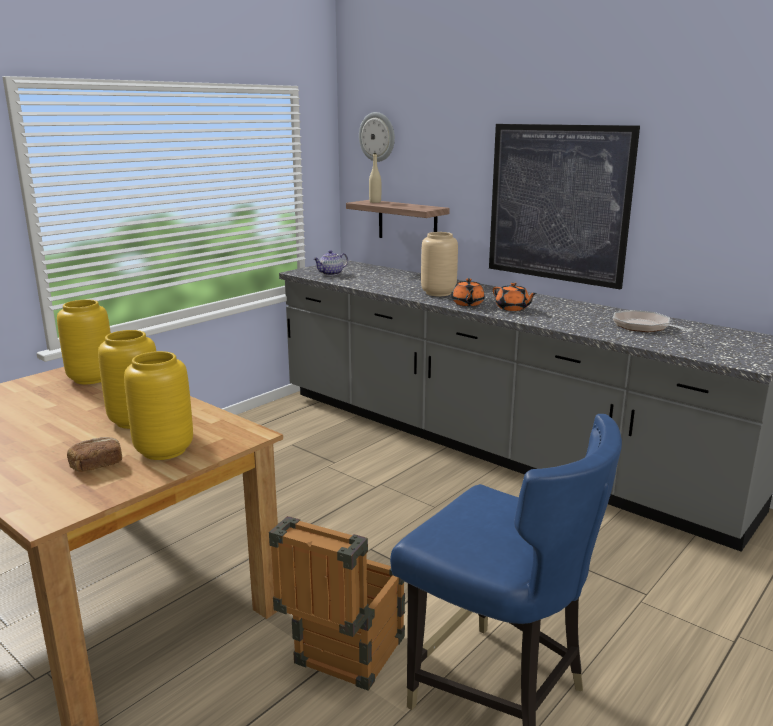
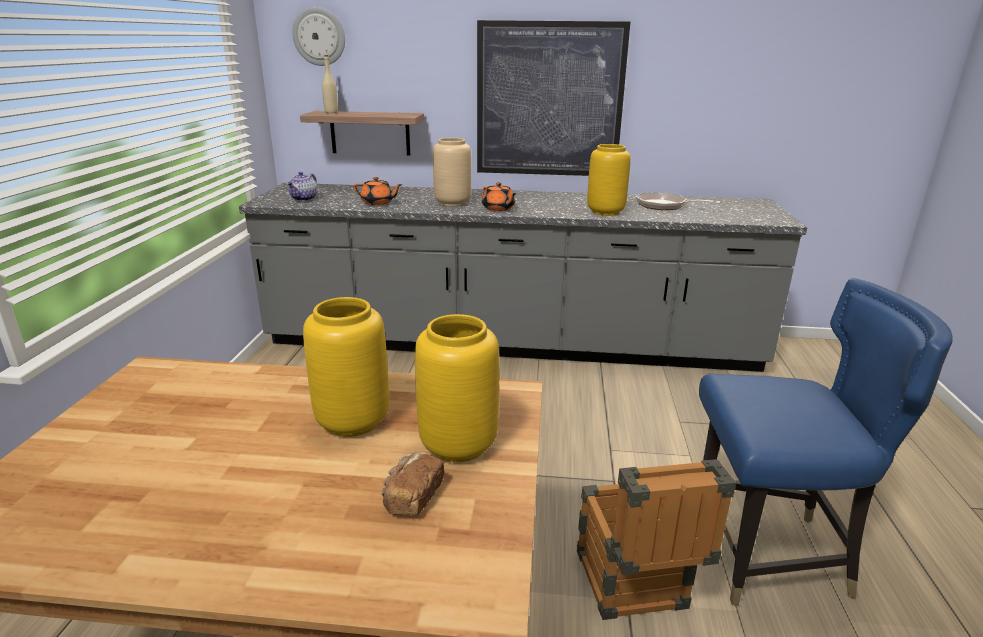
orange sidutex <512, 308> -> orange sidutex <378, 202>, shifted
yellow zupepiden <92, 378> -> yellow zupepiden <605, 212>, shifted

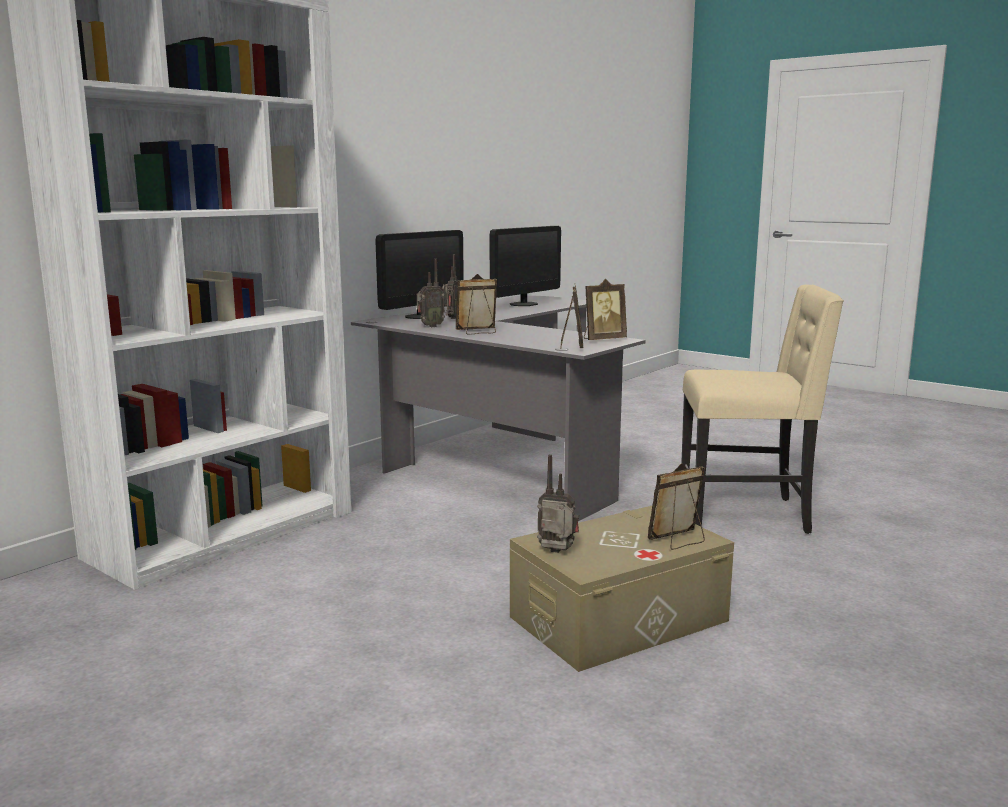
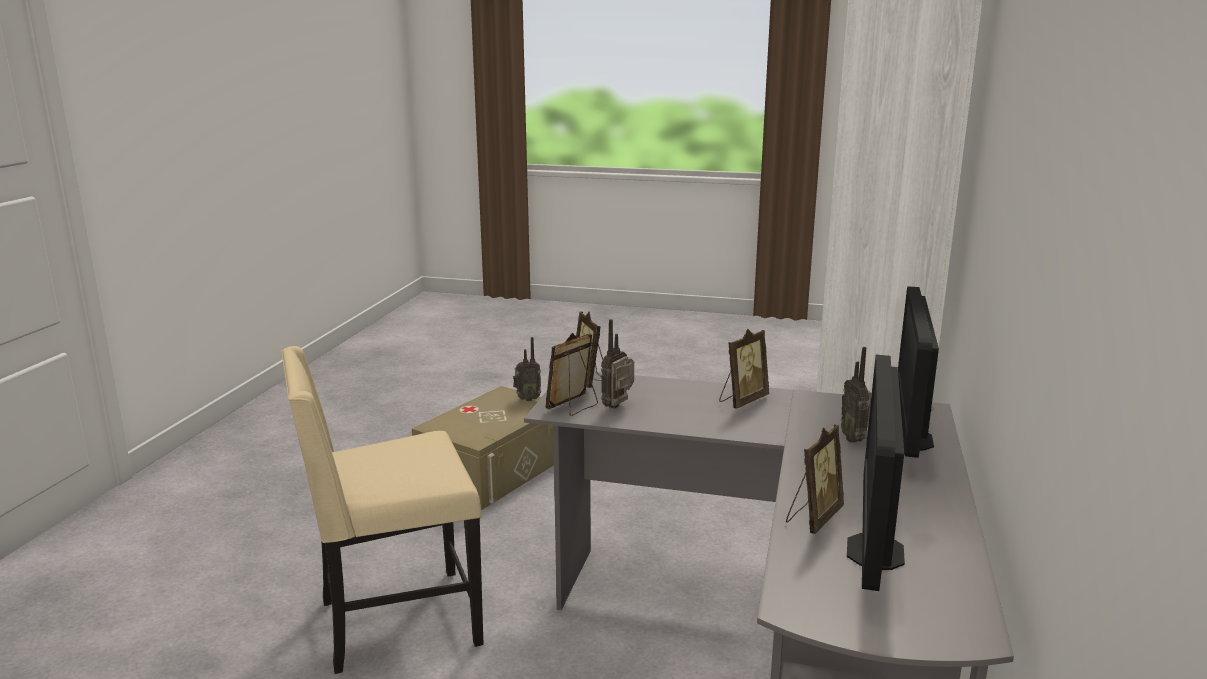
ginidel <429, 326> -> ginidel <619, 407>, shifted
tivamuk <678, 541> -> tivamuk <813, 518>, shifted

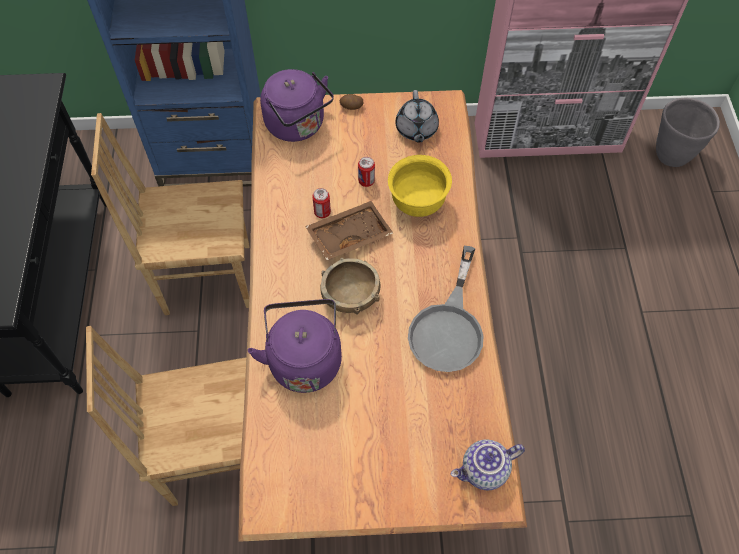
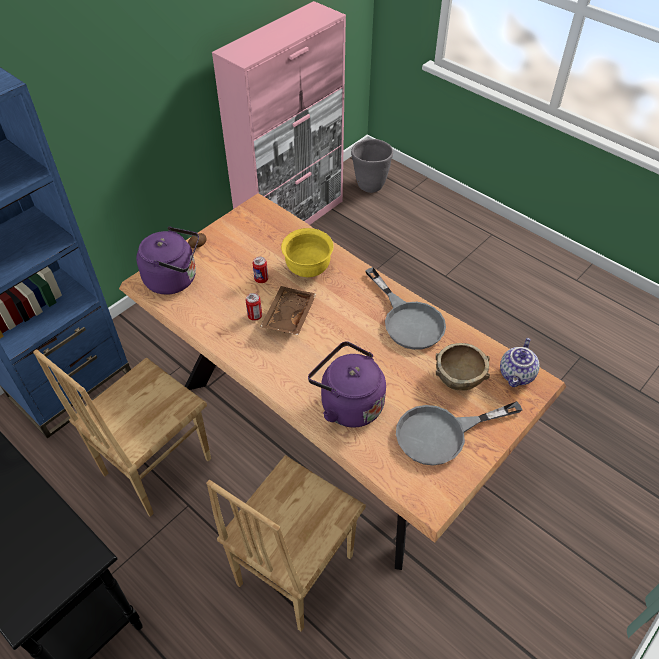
none -> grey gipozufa <442, 434>
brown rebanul <351, 295> -> brown rebanul <459, 376>, shifted
grey sidutex <416, 129> -> none

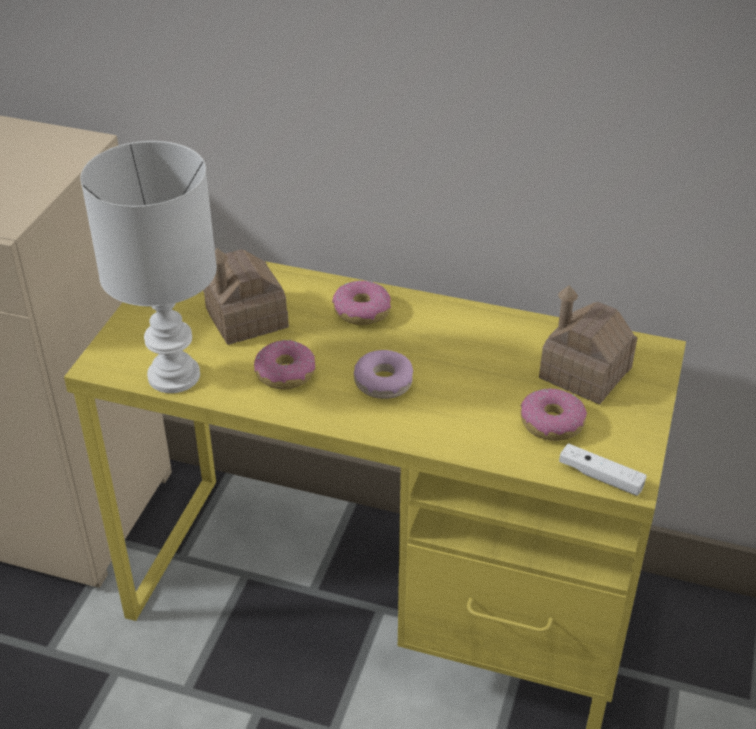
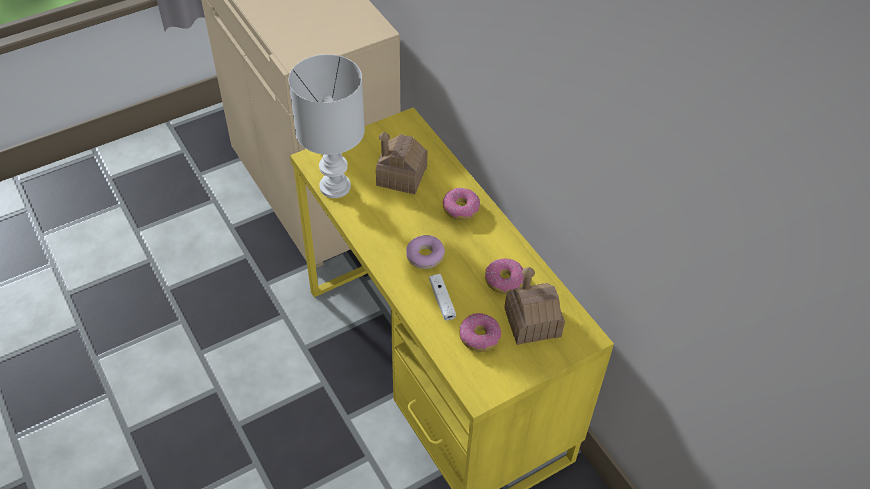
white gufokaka <600, 477> -> white gufokaka <442, 300>, shifted
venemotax <285, 374> -> venemotax <504, 281>, shifted

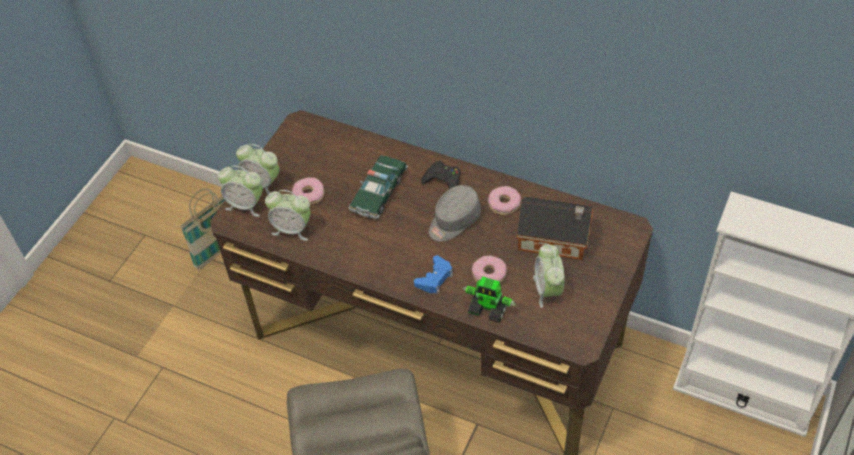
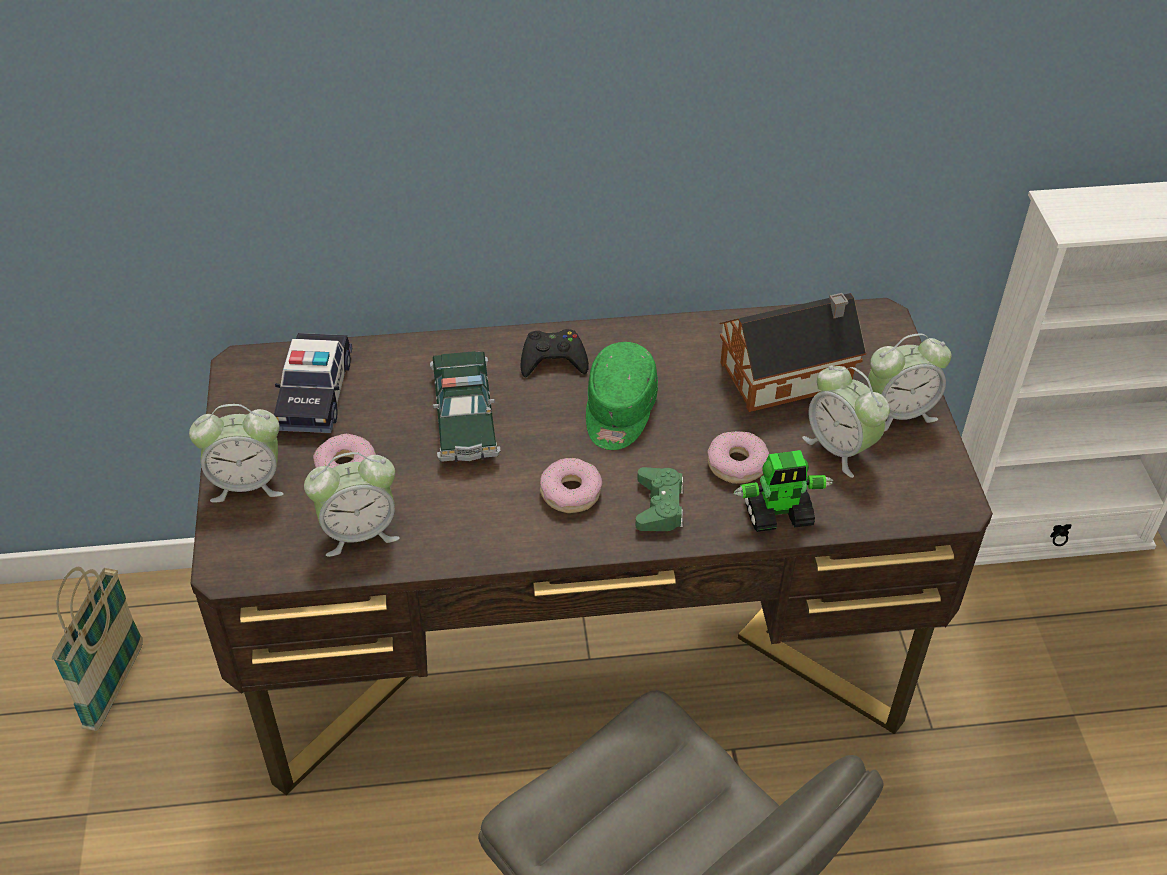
none -> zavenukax <315, 393>
venemotax <504, 204> -> venemotax <570, 492>, shifted
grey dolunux <453, 221> -> green dolunux <619, 411>
blue gufokaka <435, 278> -> green gufokaka <659, 506>
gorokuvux <246, 205> -> gorokuvux <899, 413>, shifted

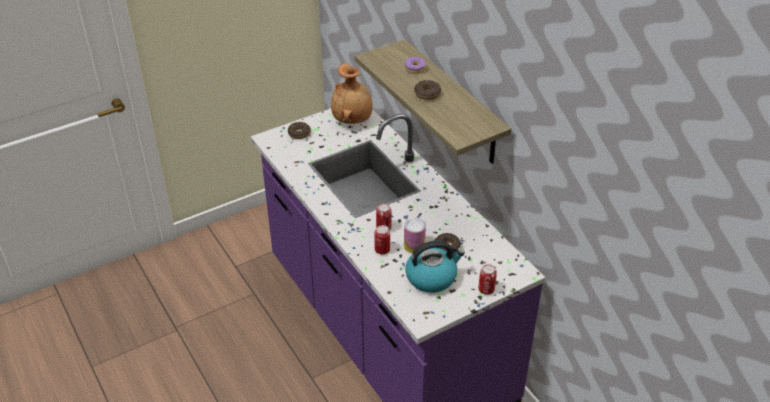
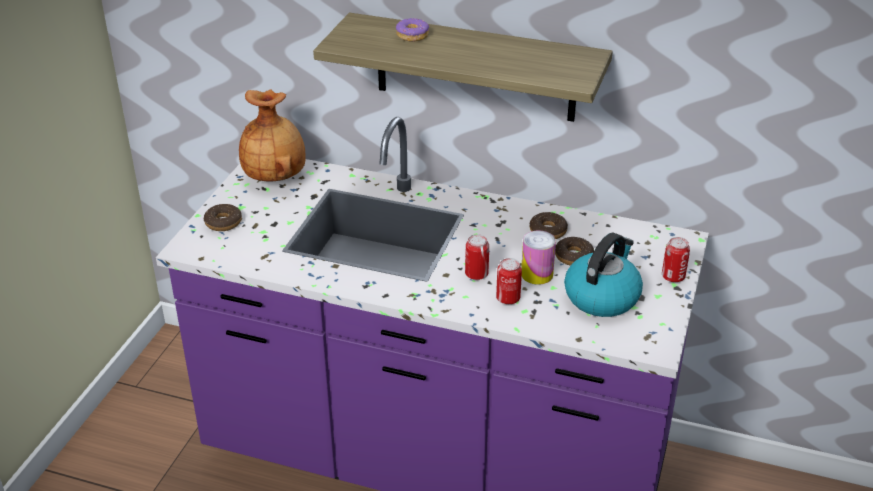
venemotax <427, 93> -> venemotax <548, 231>, shifted

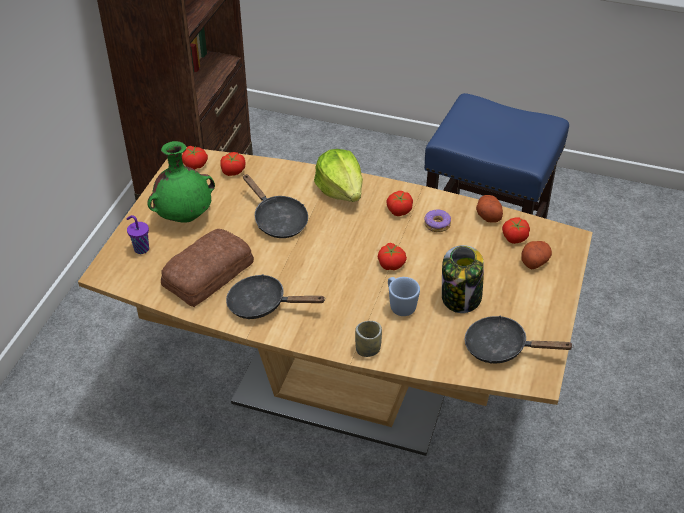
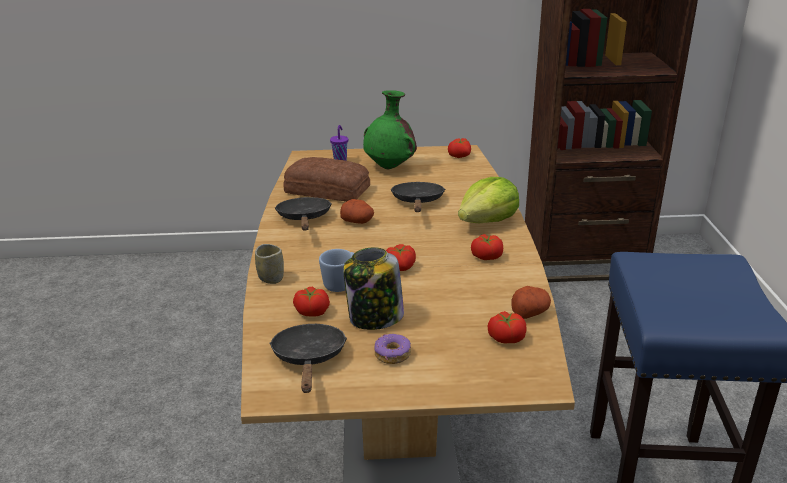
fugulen <232, 170> -> fugulen <312, 311>, shifted
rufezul <534, 261> -> rufezul <358, 221>, shifted
venemotax <437, 225> -> venemotax <392, 354>, shifted
black gipozufa <277, 220> -> black gipozufa <418, 202>, 150 degrees clockwise

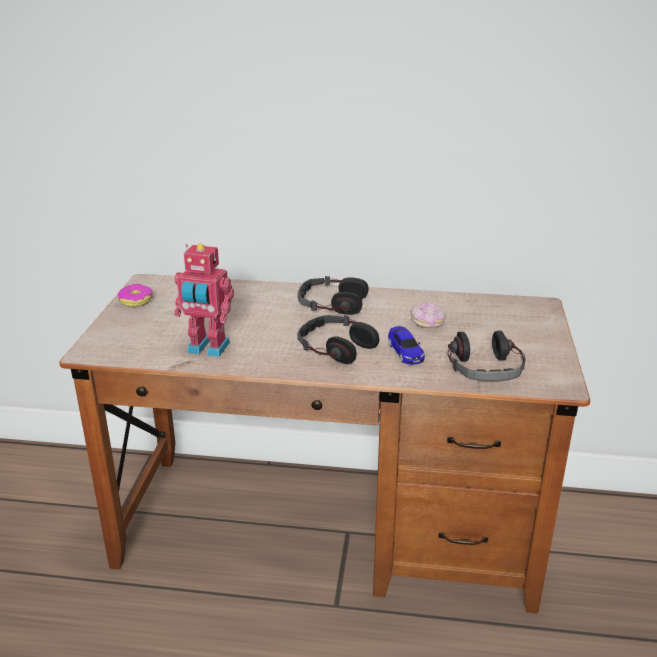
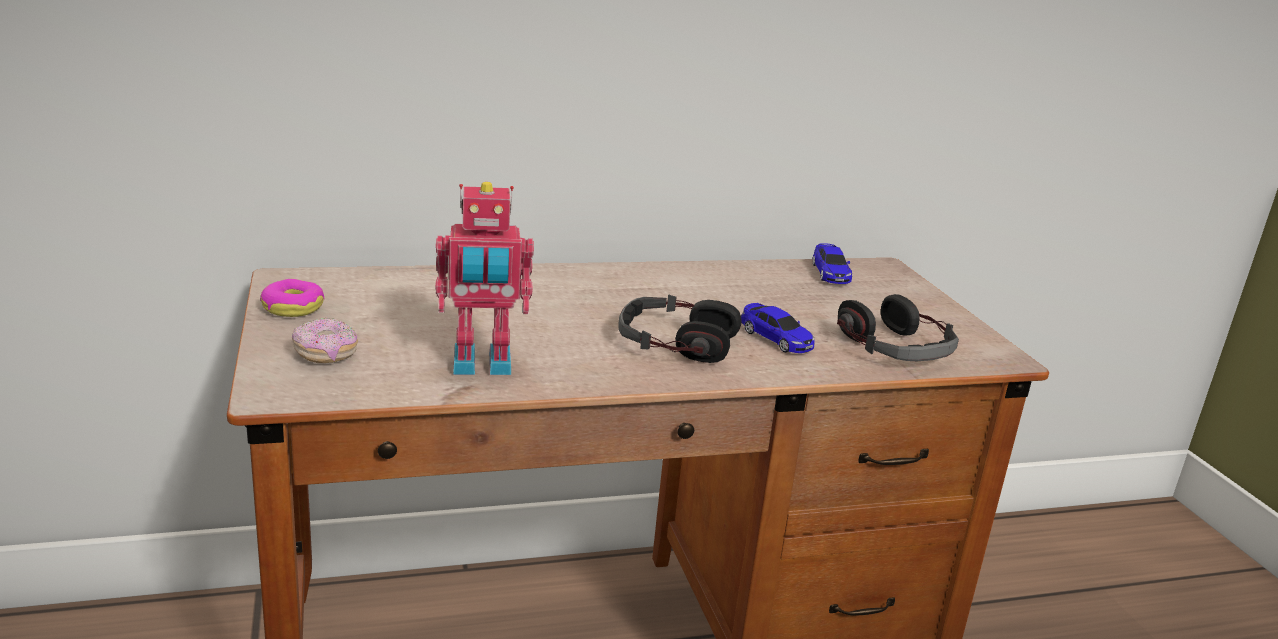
venemotax <427, 323> -> venemotax <326, 354>, shifted
none -> zavenukax <830, 273>
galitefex <332, 304> -> none

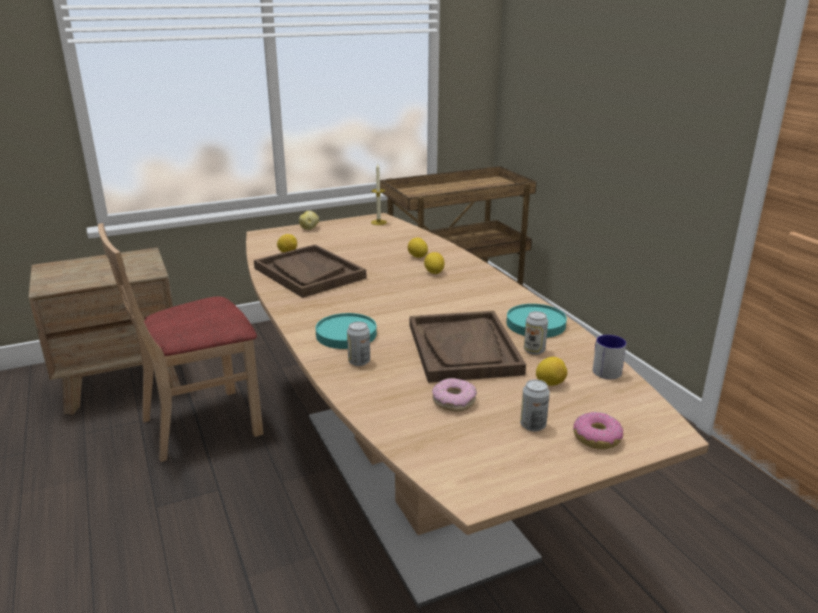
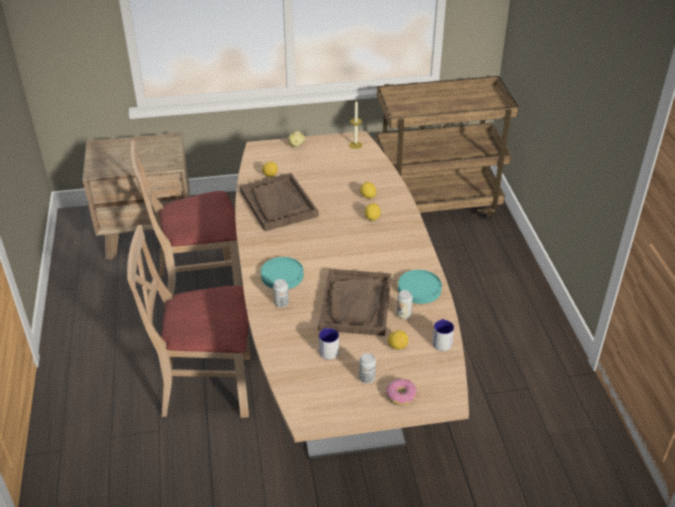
none -> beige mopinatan <207, 386>
venemotax <454, 401> -> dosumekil <327, 349>

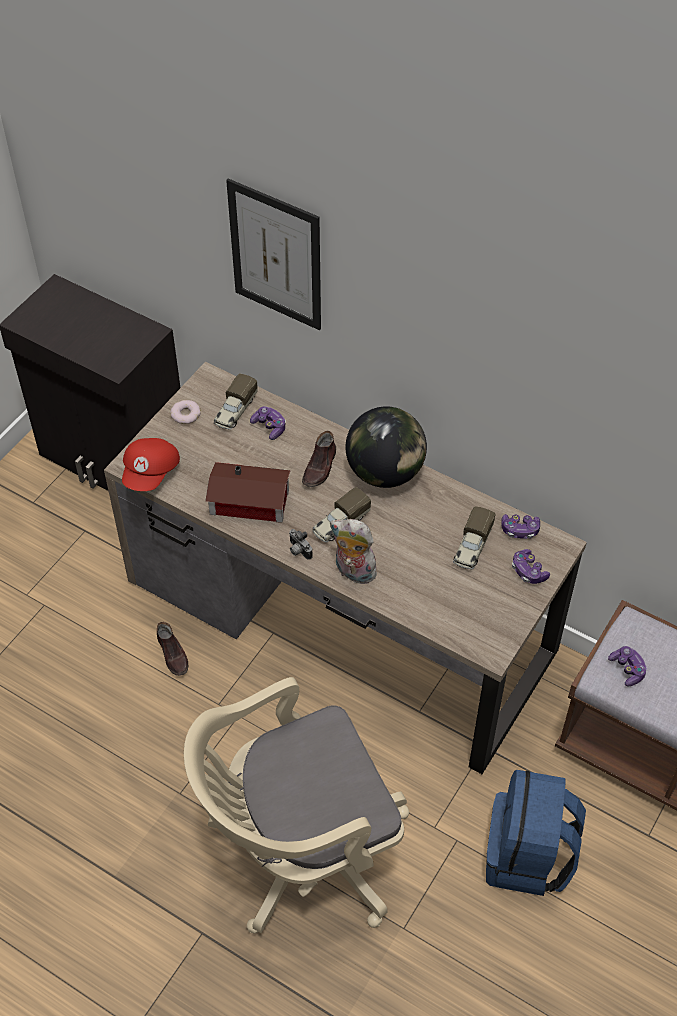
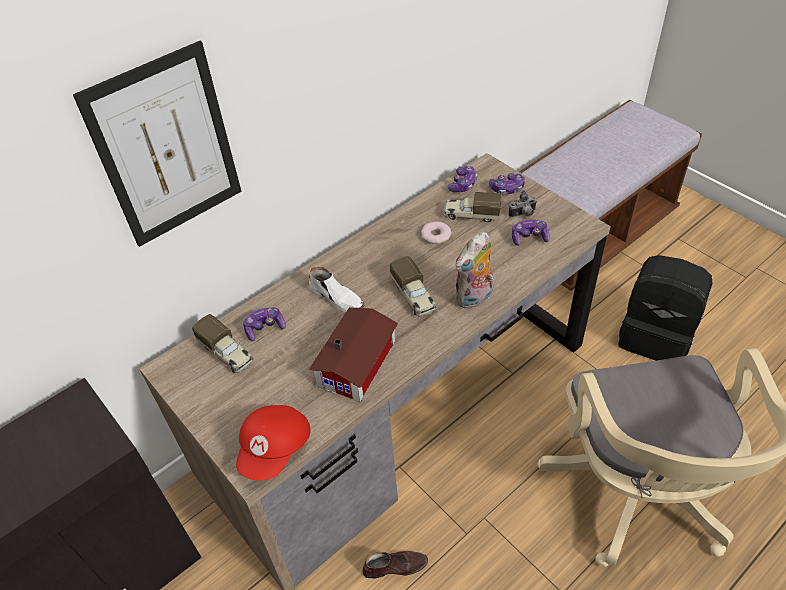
red dolunux <151, 473> -> red dolunux <276, 449>, 75 degrees clockwise
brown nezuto <320, 467> -> white nezuto <337, 298>
venemotax <186, 414> -> venemotax <435, 235>, shifted
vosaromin <472, 547> -> vosaromin <471, 215>, 150 degrees clockwise
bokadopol <298, 550> -> bokadopol <523, 214>, shifted
gufokaka <627, 669> -> gufokaka <529, 238>, shifted
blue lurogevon <528, 857> -> black lurogevon <656, 336>
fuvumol <385, 472> -> none

